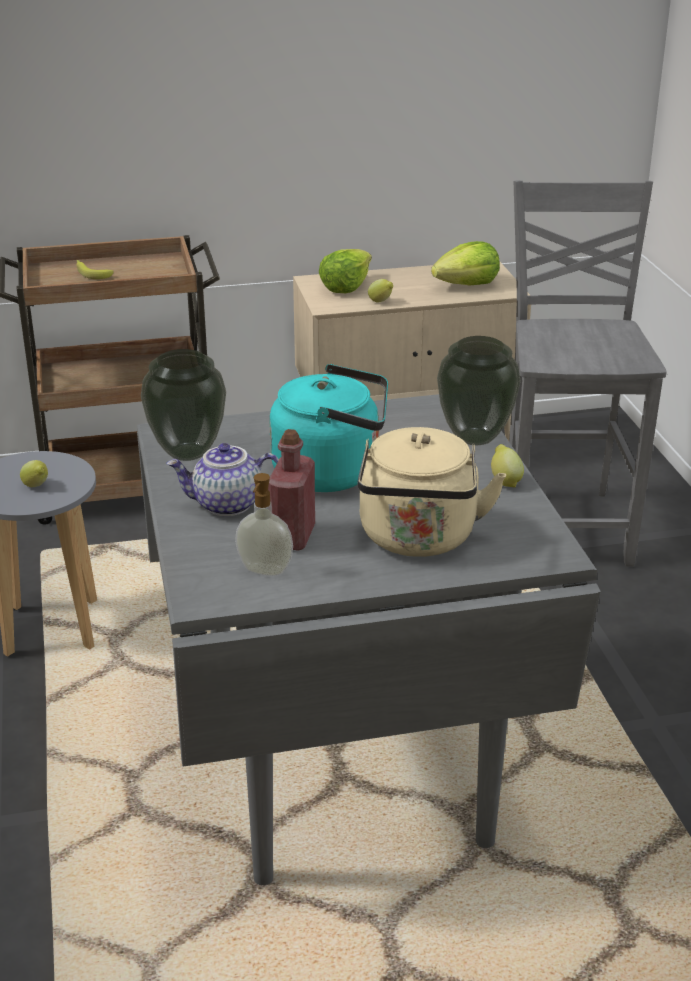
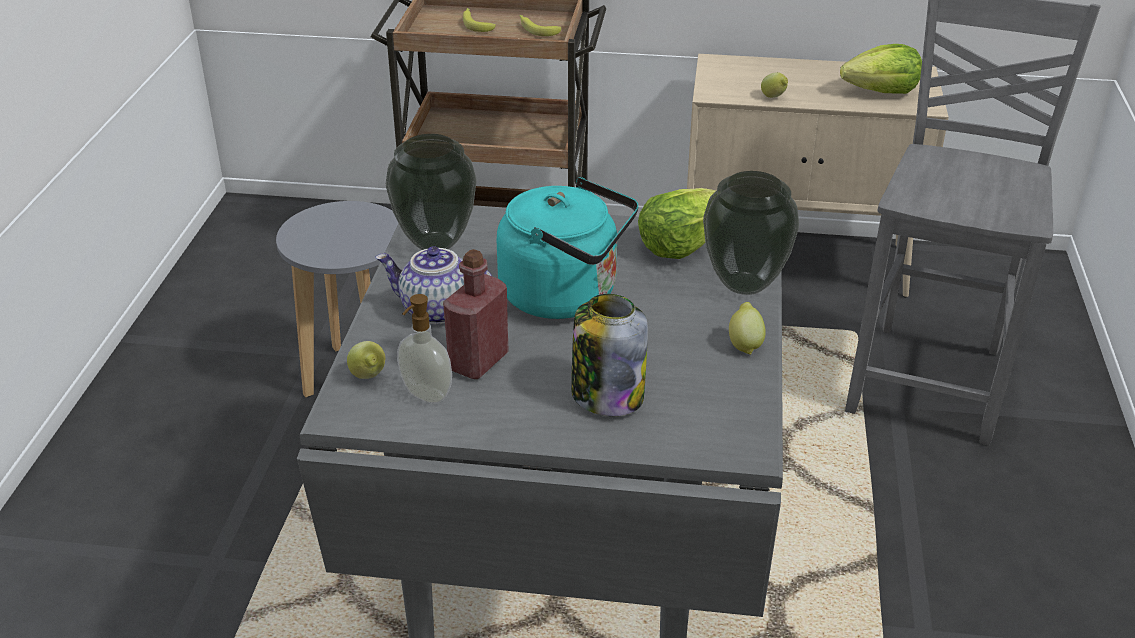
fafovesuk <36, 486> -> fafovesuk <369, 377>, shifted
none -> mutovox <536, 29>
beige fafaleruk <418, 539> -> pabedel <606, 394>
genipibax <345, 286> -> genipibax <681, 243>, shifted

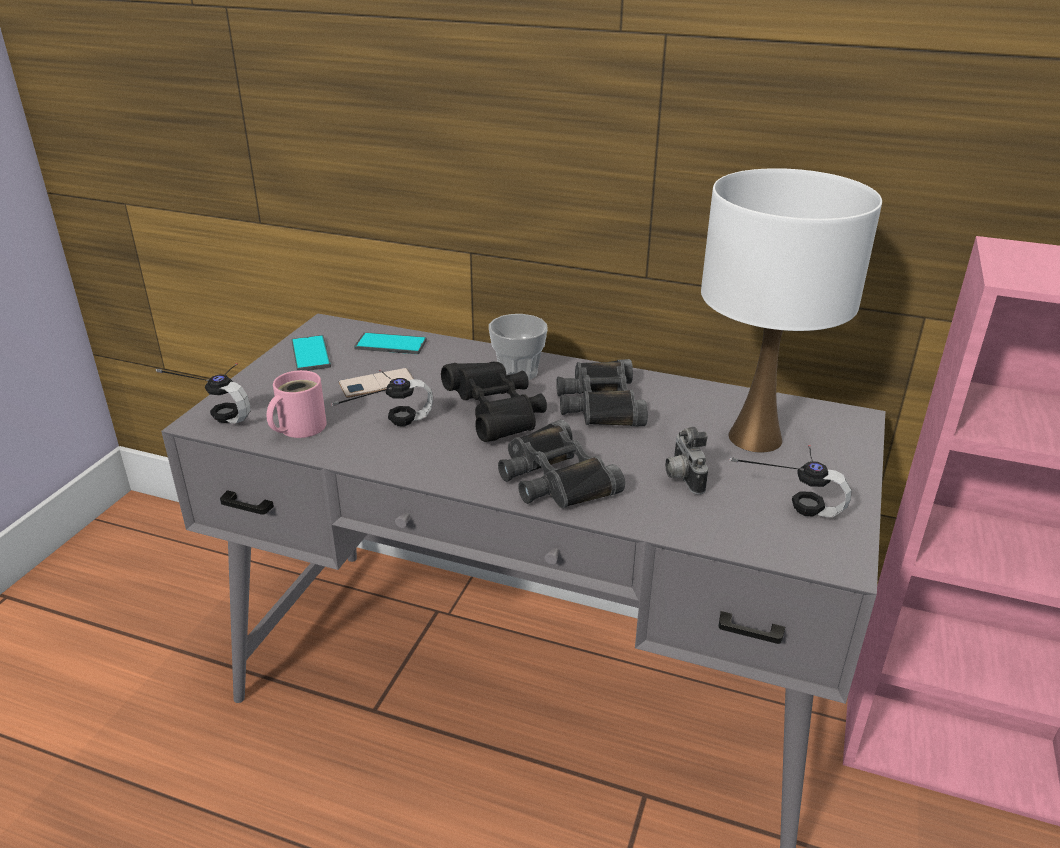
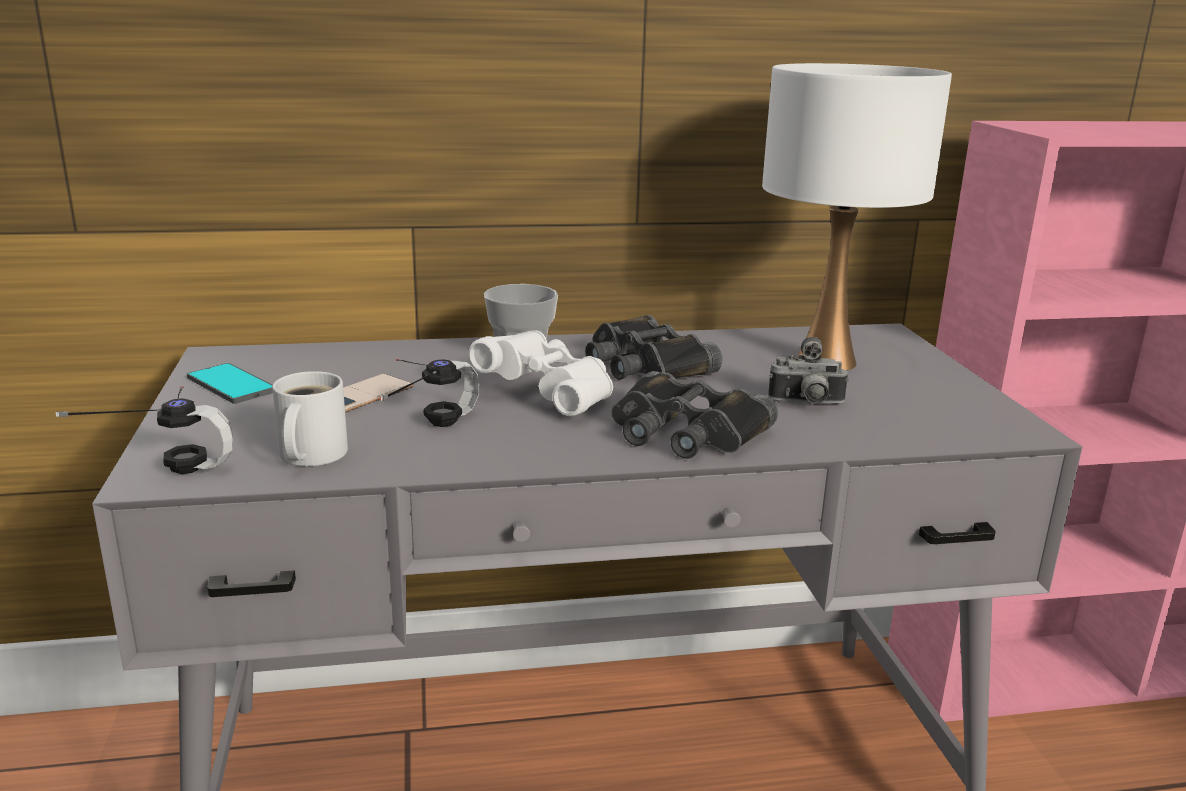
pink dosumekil <298, 427> -> white dosumekil <308, 455>
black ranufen <497, 416> -> white ranufen <549, 395>
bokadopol <682, 478> -> bokadopol <806, 404>, 45 degrees counterclockwise
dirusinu <390, 345> -> none
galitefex <787, 499> -> none

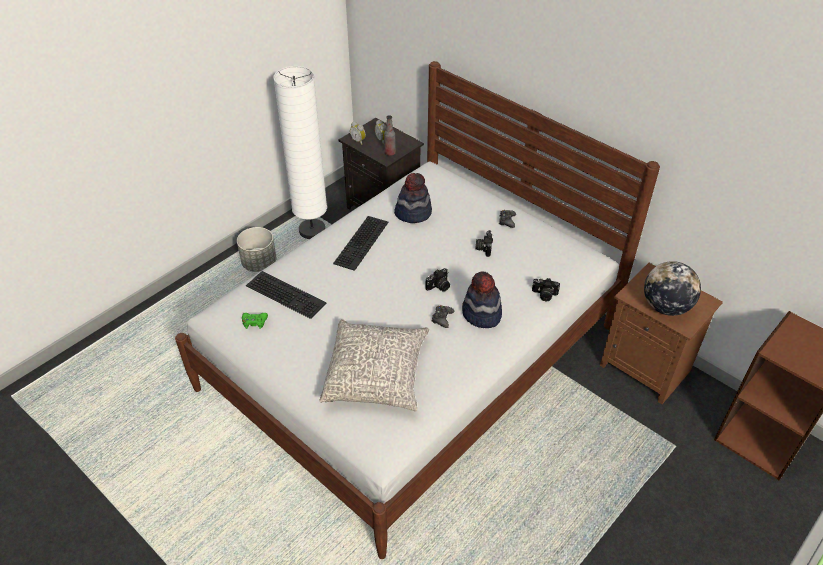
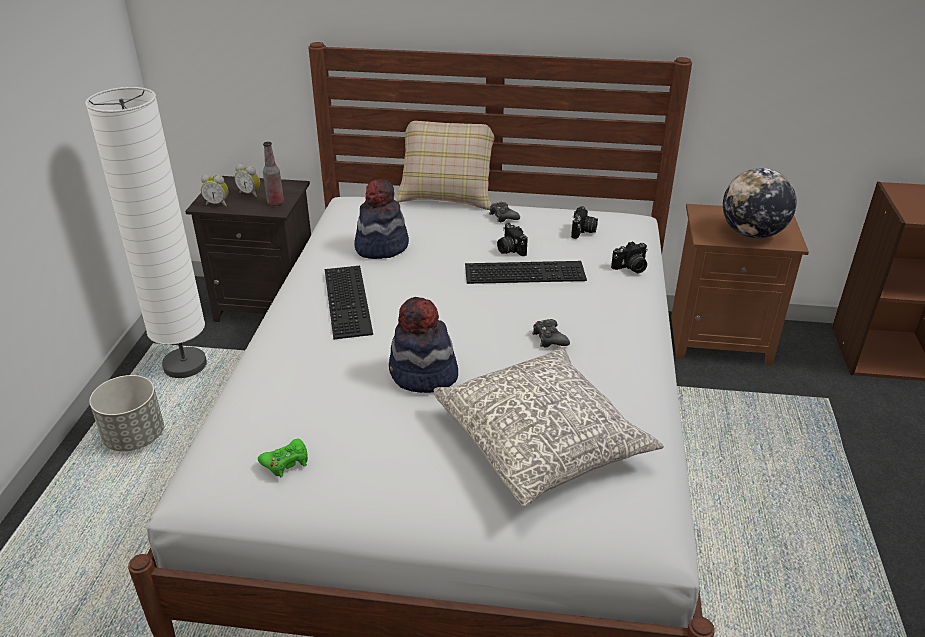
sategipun <481, 314> -> sategipun <423, 375>, shifted
none -> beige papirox <447, 195>
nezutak <287, 294> -> nezutak <526, 271>, shifted
bokadopol <439, 287> -> bokadopol <583, 231>, shifted

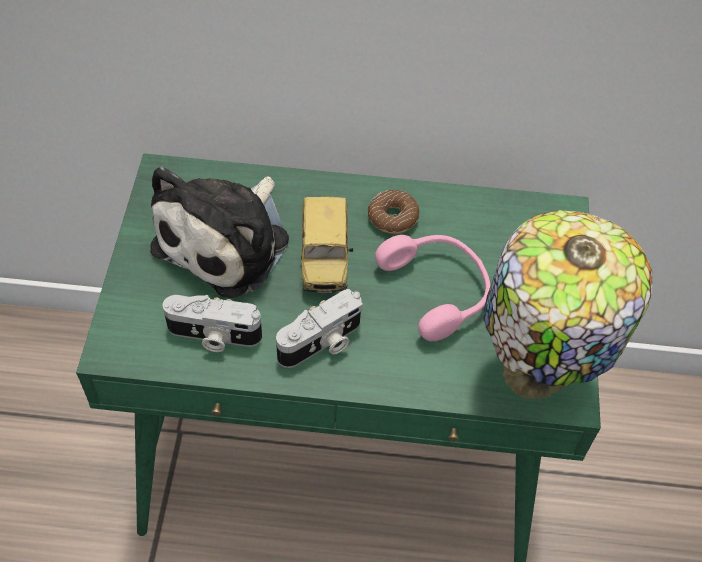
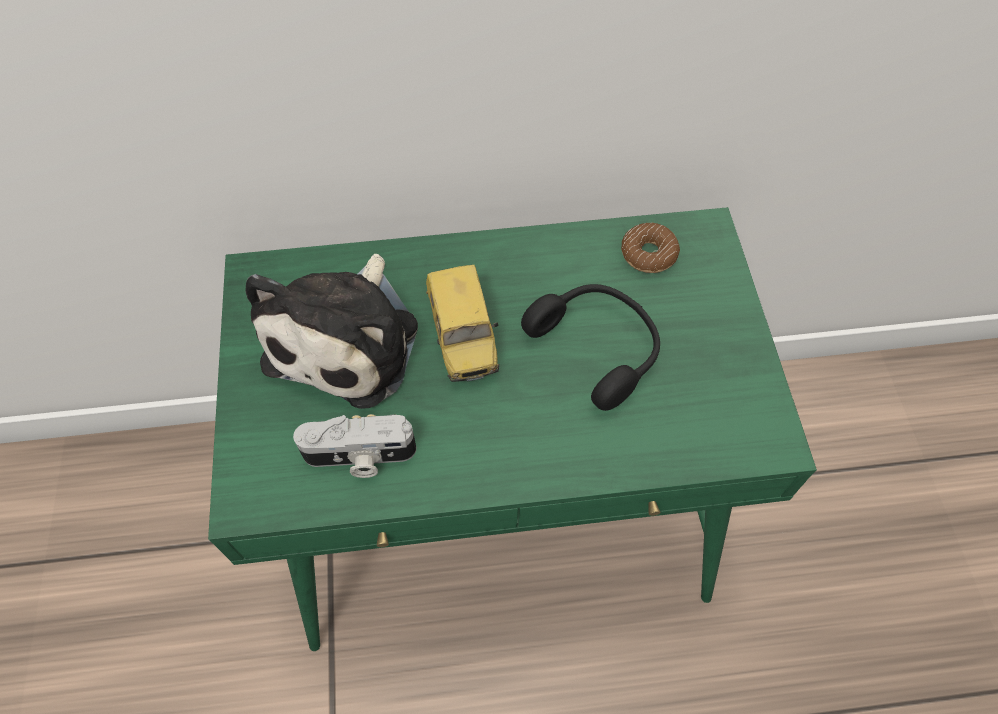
pink galitefex <437, 290> -> black galitefex <597, 347>
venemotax <393, 217> -> venemotax <648, 254>, shifted
bokadopol <322, 343> -> none
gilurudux <532, 377> -> none

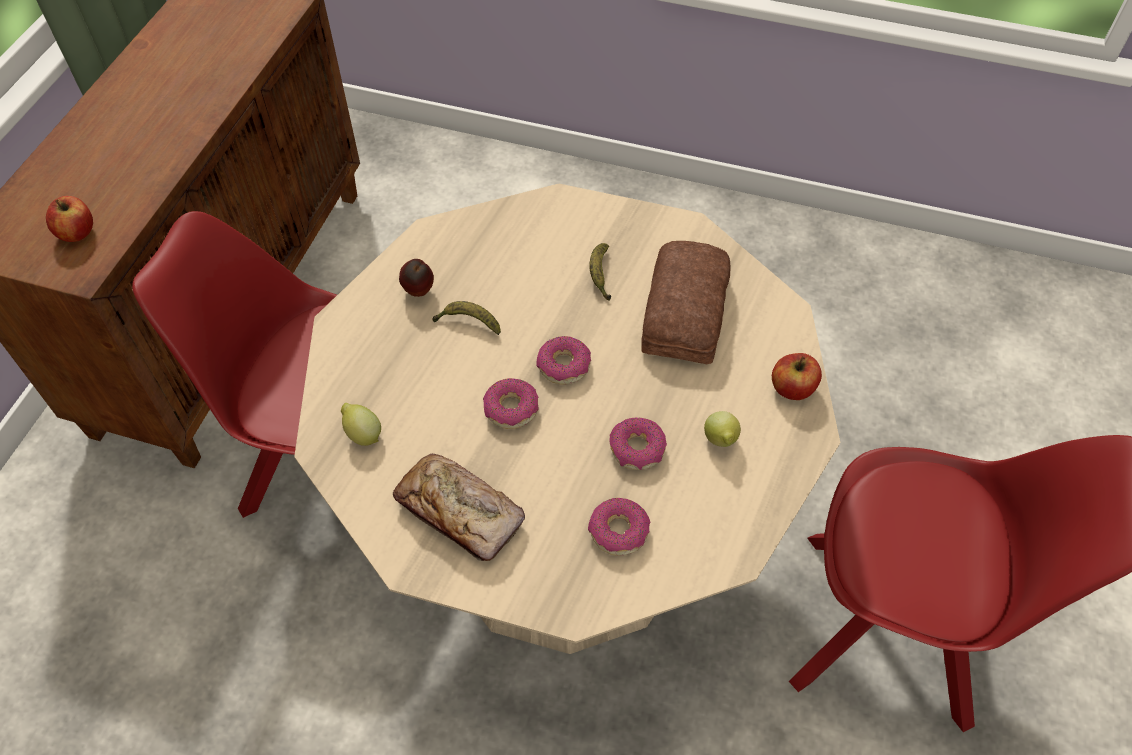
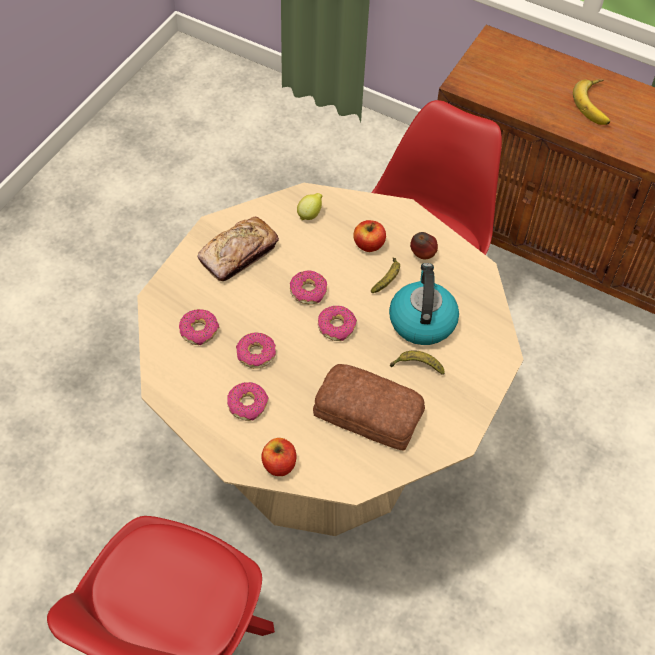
fafovesuk <720, 441> -> venemotax <247, 405>
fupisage <77, 232> -> fupisage <368, 245>, shifted
none -> fafaleruk <422, 320>
none -> mutovox <596, 105>

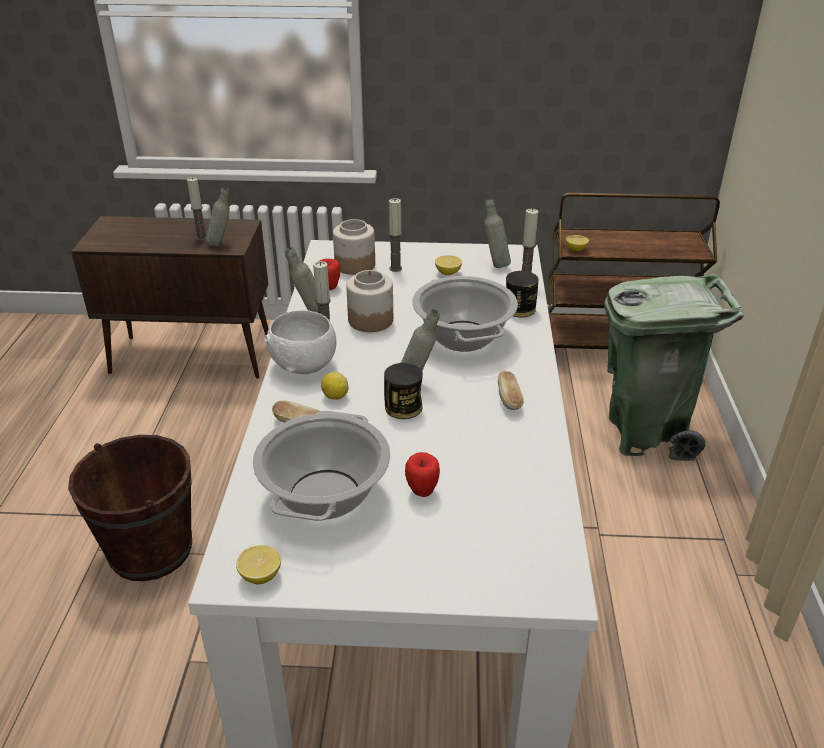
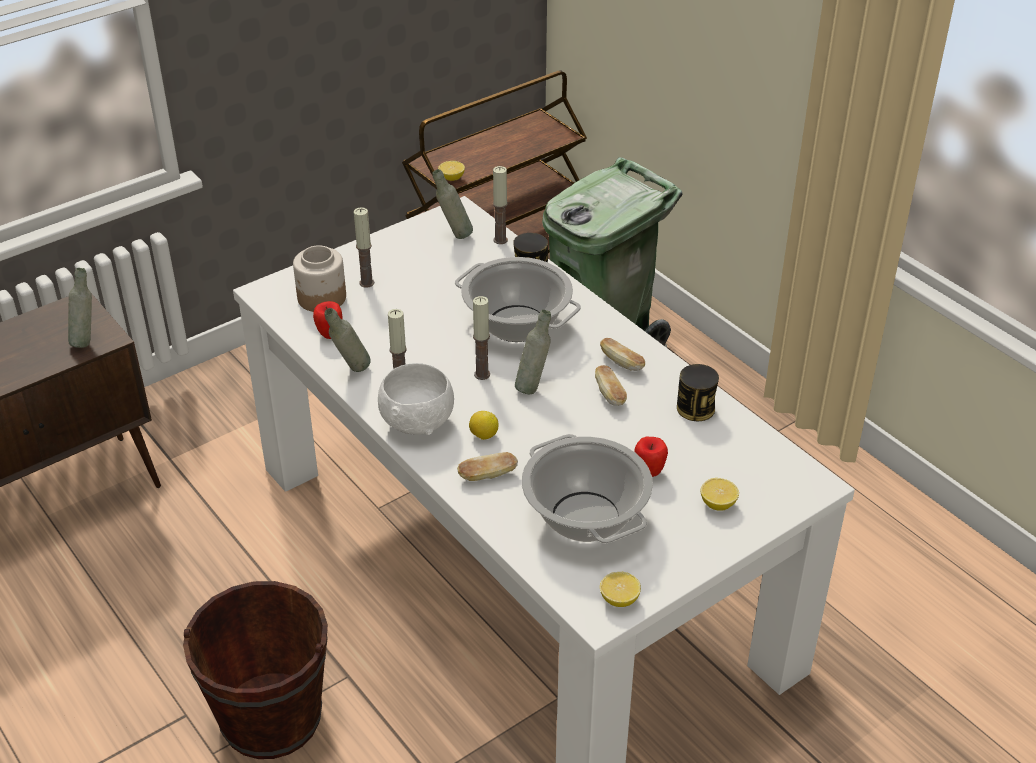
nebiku <201, 238> -> nebiku <482, 374>, shifted
none -> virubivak <610, 394>
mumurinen <403, 407> -> mumurinen <695, 408>, shifted
fafovesuk <448, 272> -> fafovesuk <718, 504>, shifted
pabedel <370, 320> -> none

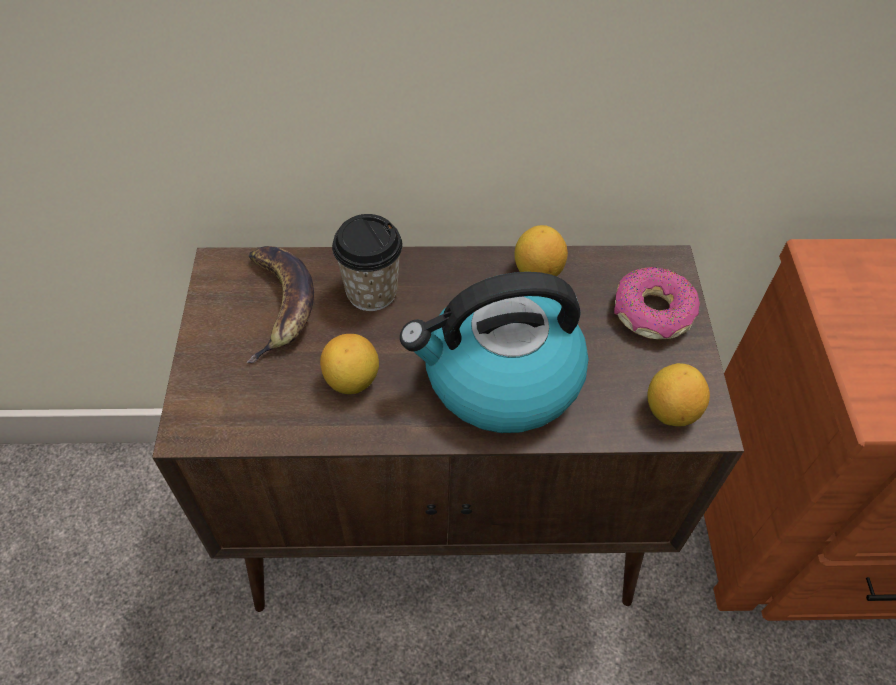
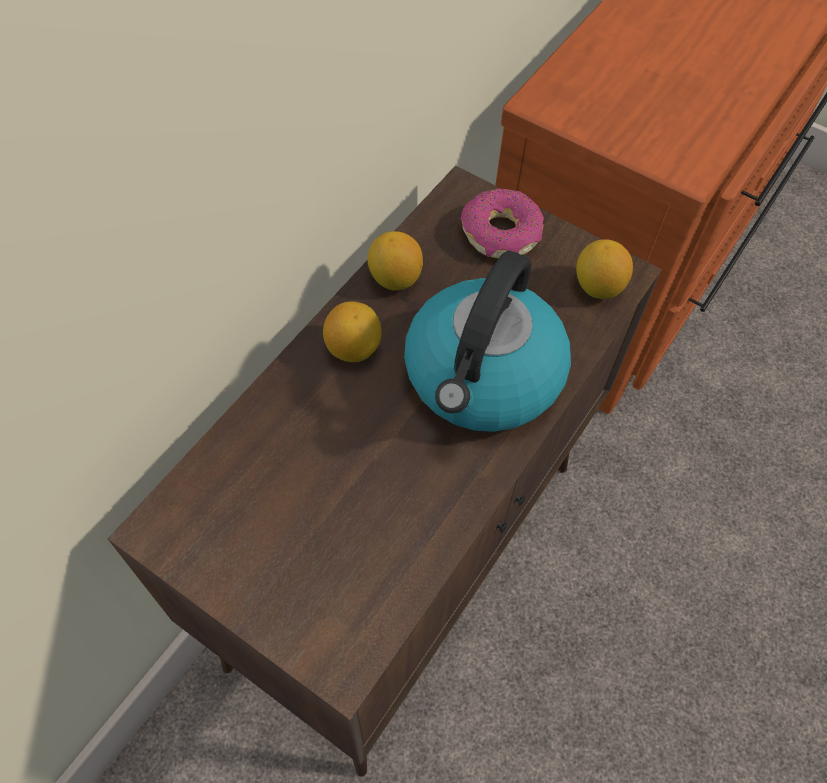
fafovesuk <352, 380> -> fafovesuk <353, 348>, shifted
mutovox <280, 304> -> none
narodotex <371, 292> -> none

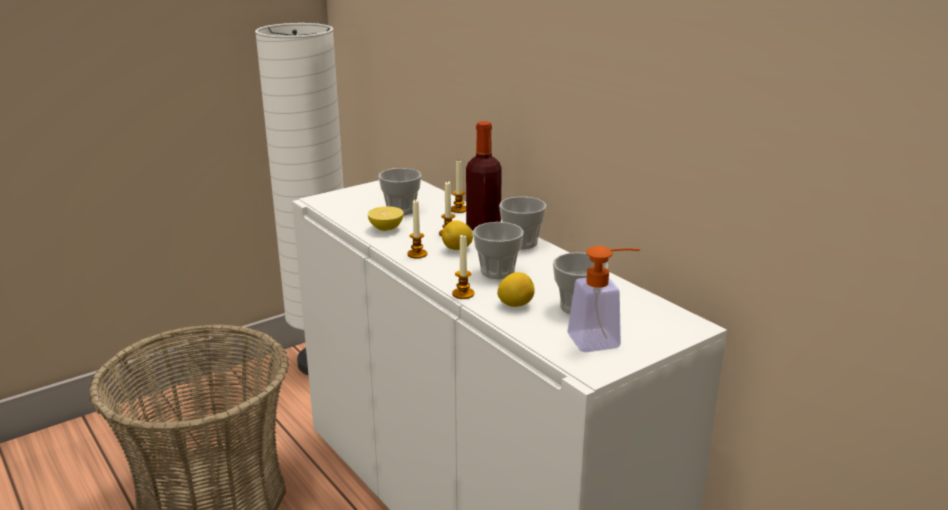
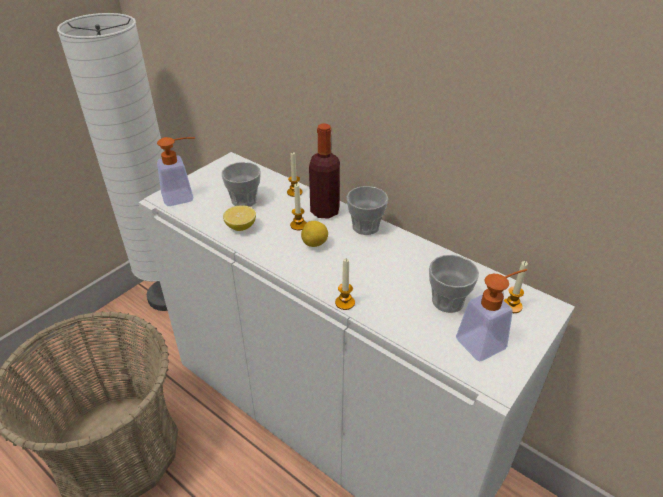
none -> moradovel <184, 196>
nebiku <417, 254> -> nebiku <511, 306>, shifted
narodotex <497, 271> -> none
fafovesuk <515, 304> -> none

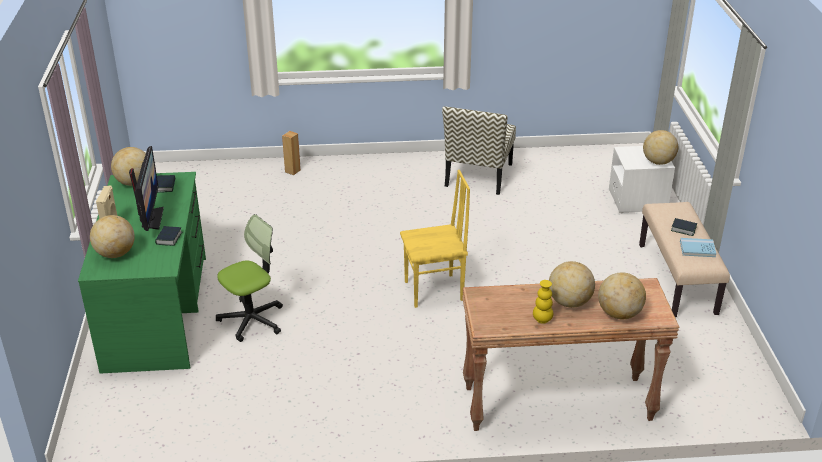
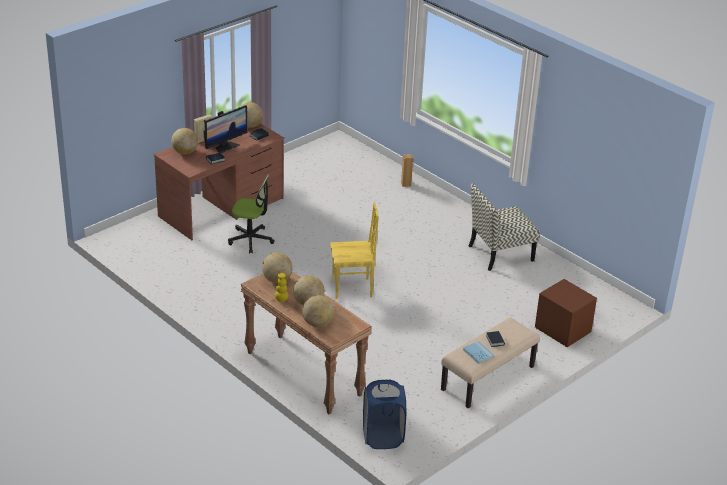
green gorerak <157, 311> -> brown gorerak <222, 207>
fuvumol <658, 162> -> fuvumol <277, 280>, shifted
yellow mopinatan <434, 291> -> yellow mopinatan <352, 289>, 45 degrees counterclockwise
none -> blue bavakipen <382, 437>
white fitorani <637, 200> -> brown fitorani <563, 330>

